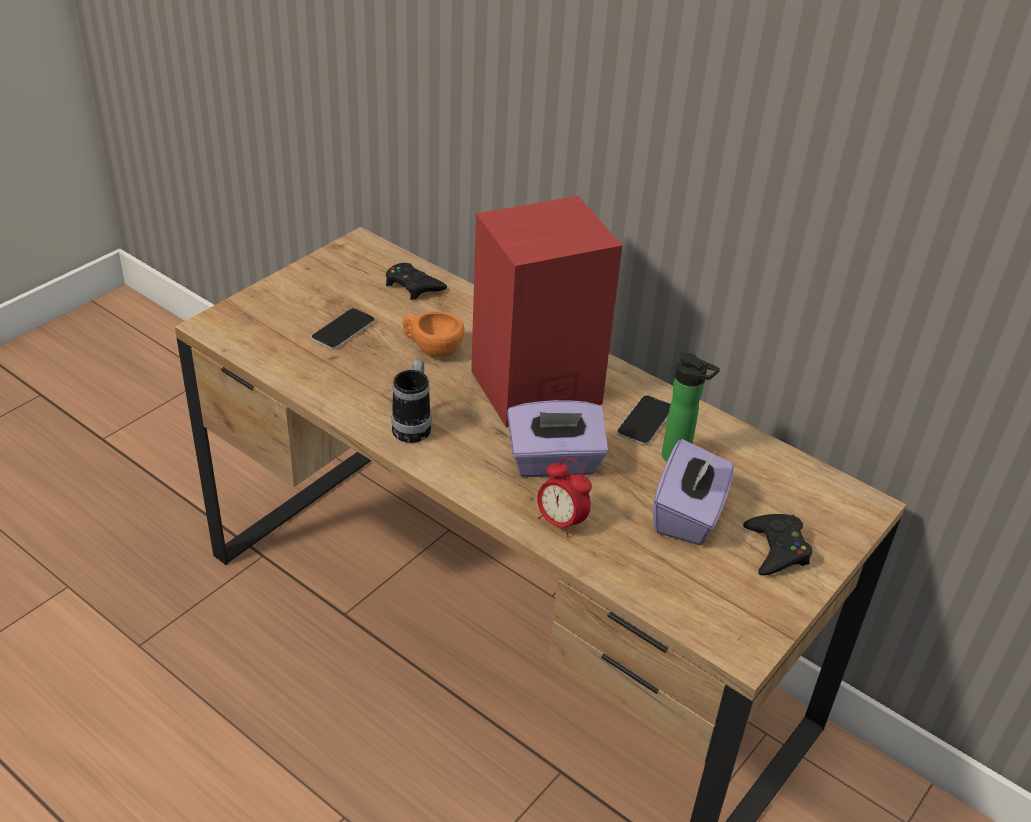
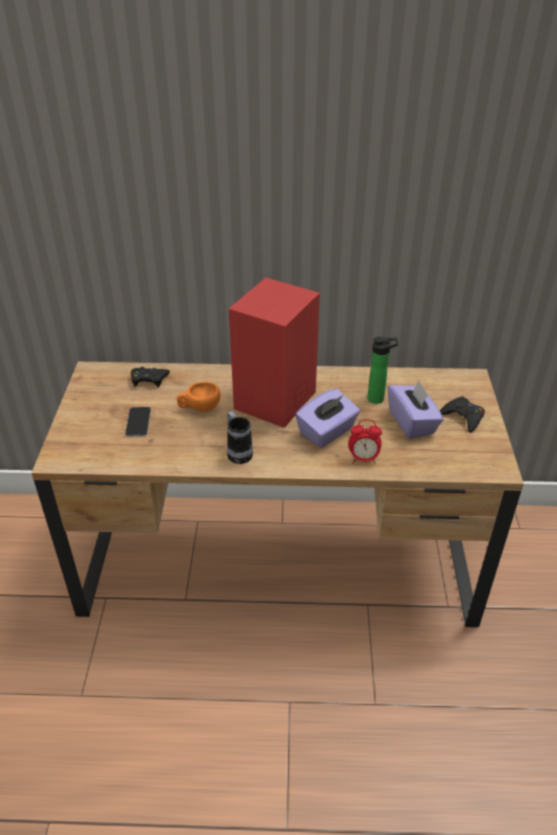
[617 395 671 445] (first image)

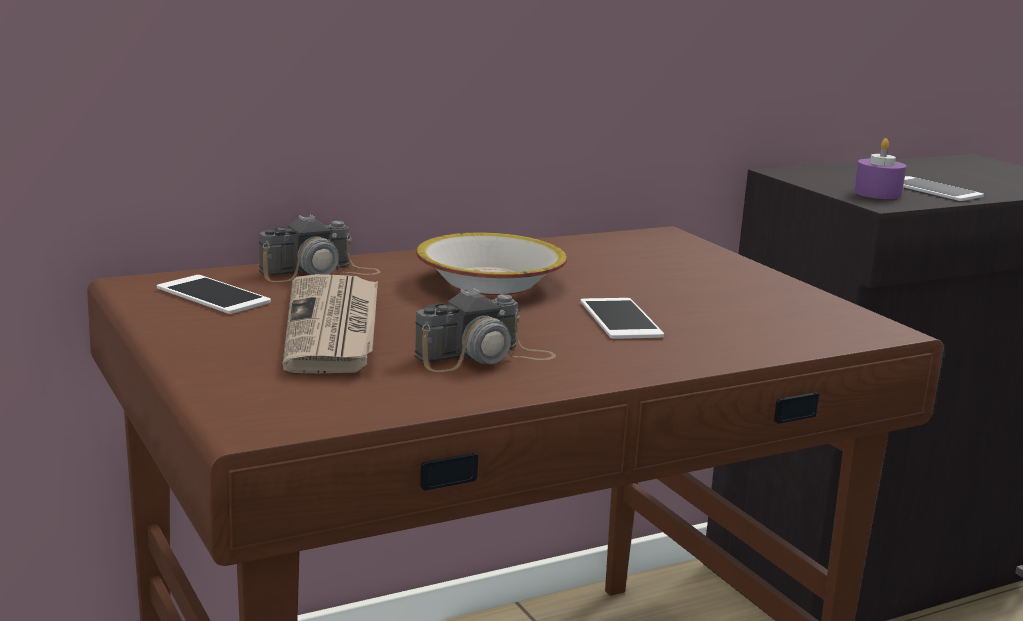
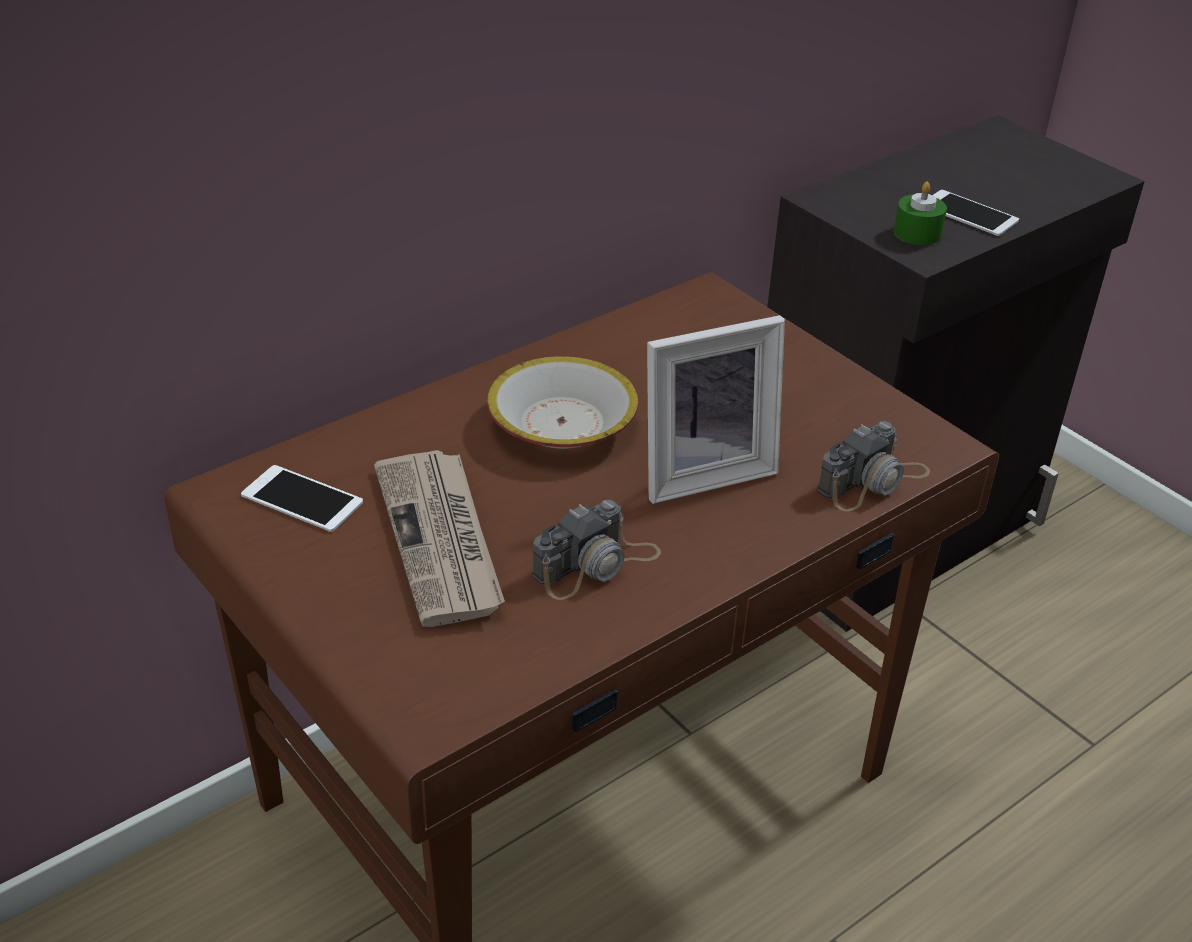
[817 421 930 511]
[647 315 785 504]
[894 182 947 245]

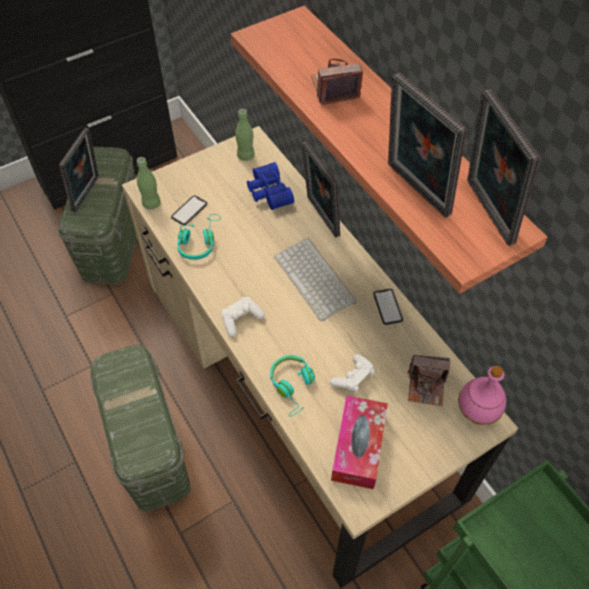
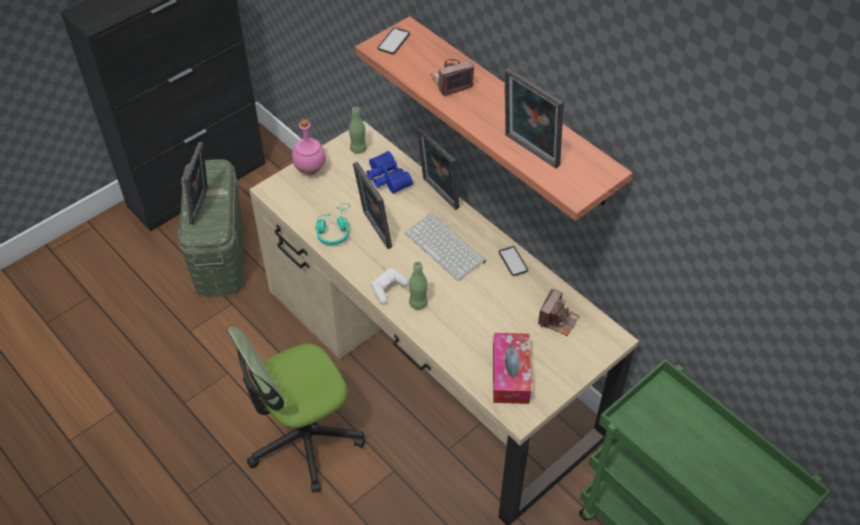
[270 355 315 416] (first image)
[330 354 375 393] (first image)
[409 261 428 310]
[377 27 410 54]
[292 119 326 175]
[353 162 392 249]
[227 326 365 493]
[538 288 580 336]

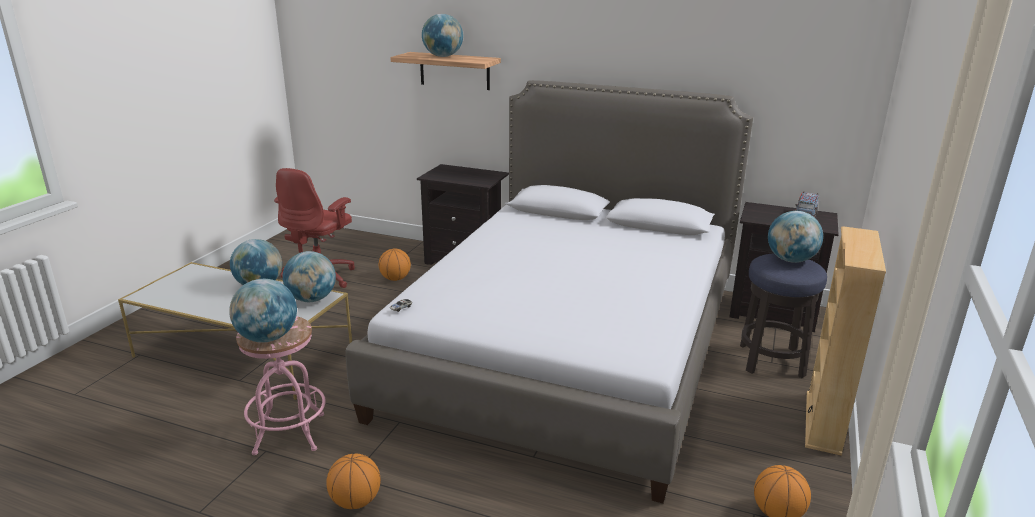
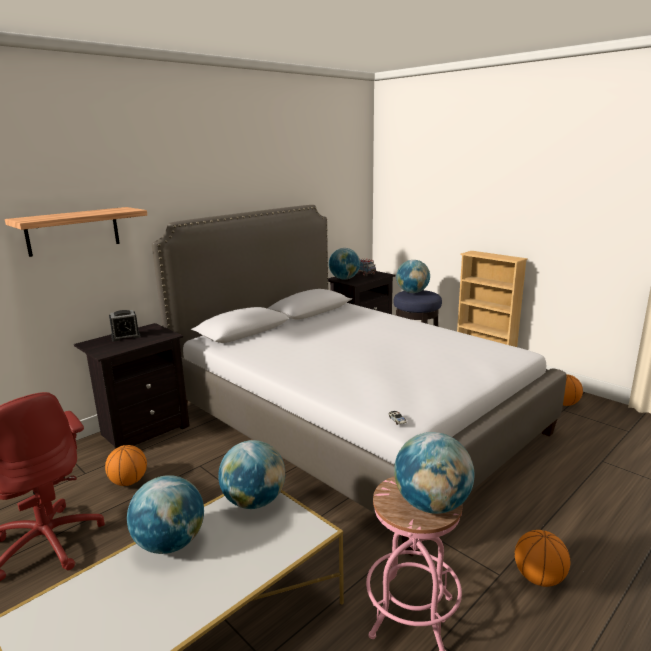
[109 310 140 342]
[329 248 360 279]

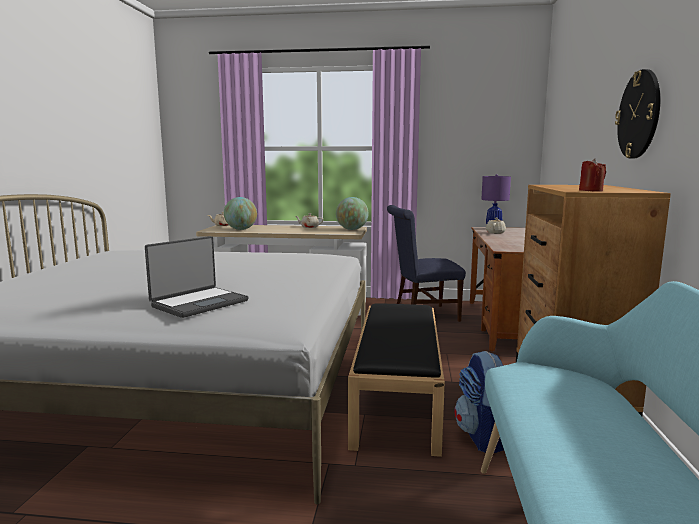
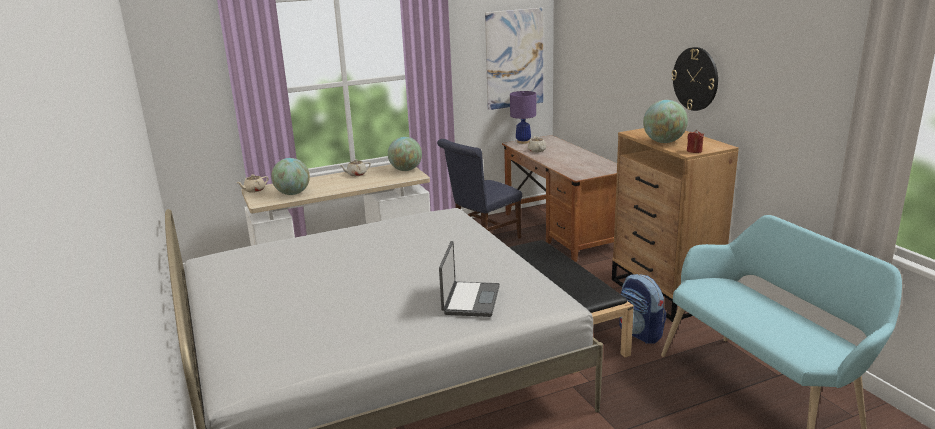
[485 8 543 110]
[643 100 688 143]

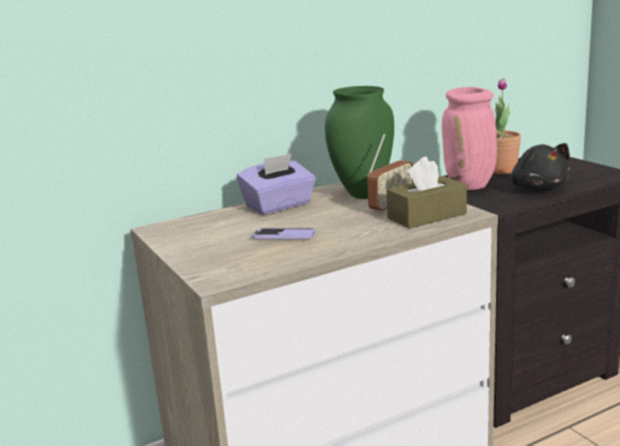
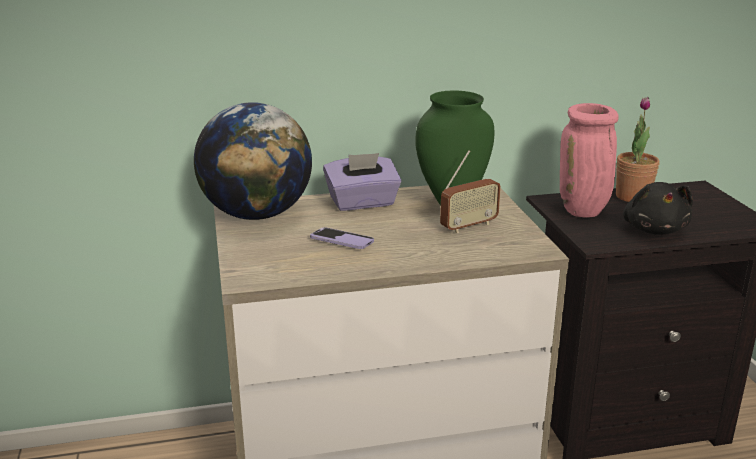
[387 156 467 229] (first image)
[194 102 312 220]

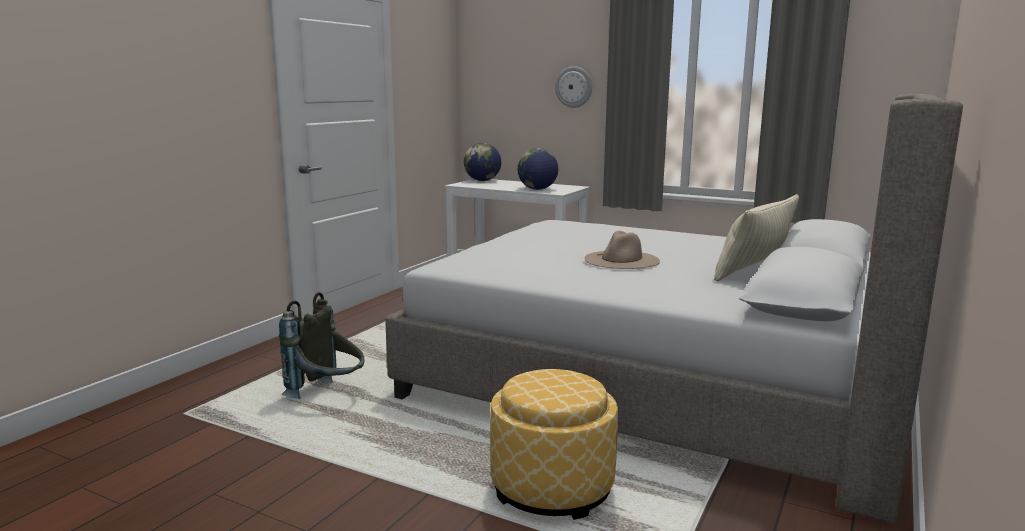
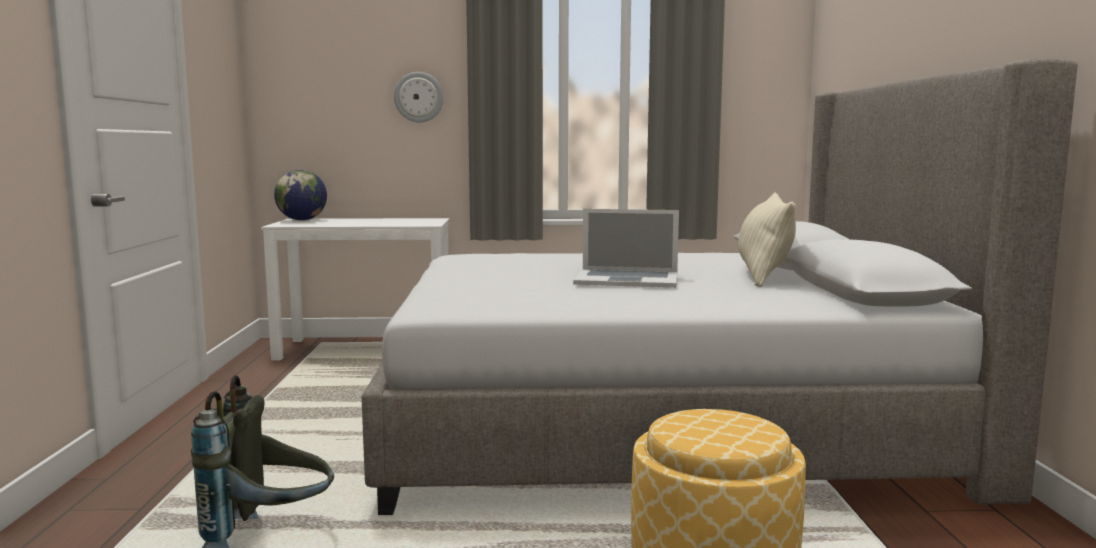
[518 148 558 190] (first image)
[573 209 679 288]

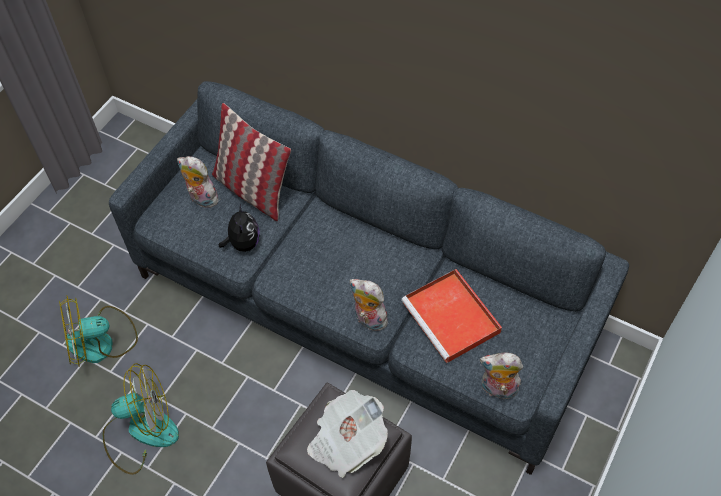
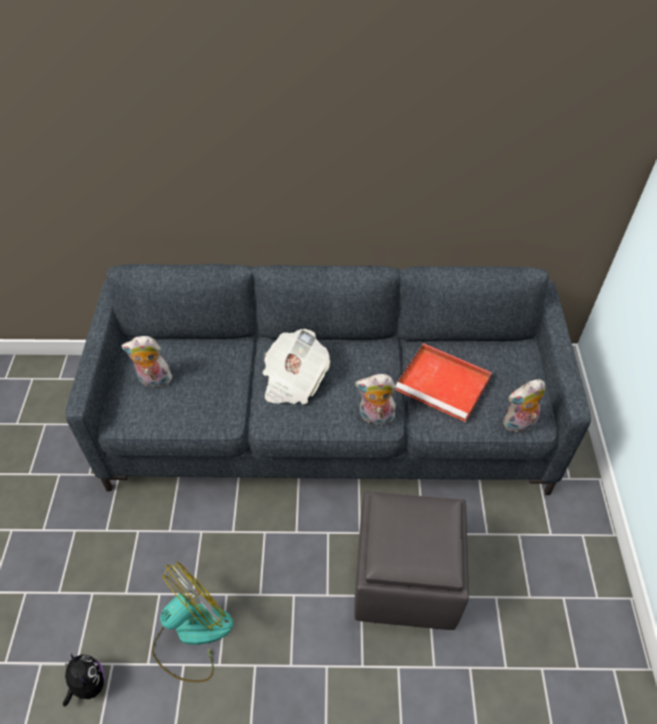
[59 296 138 367] (first image)
[212 103 291 221] (first image)
[63 653 105 707]
[263 329 330 404]

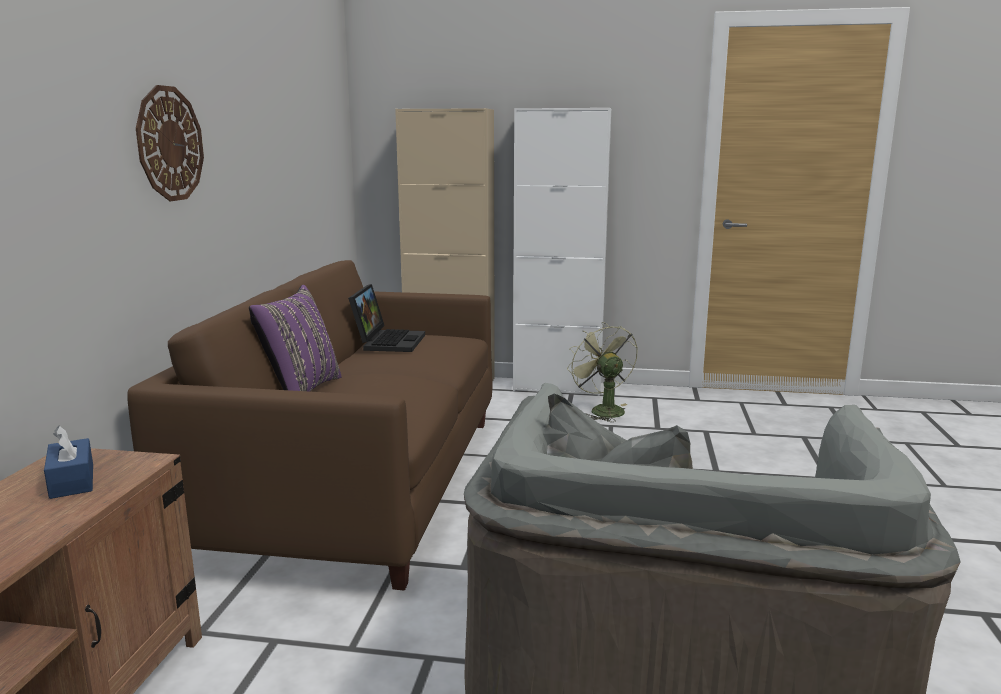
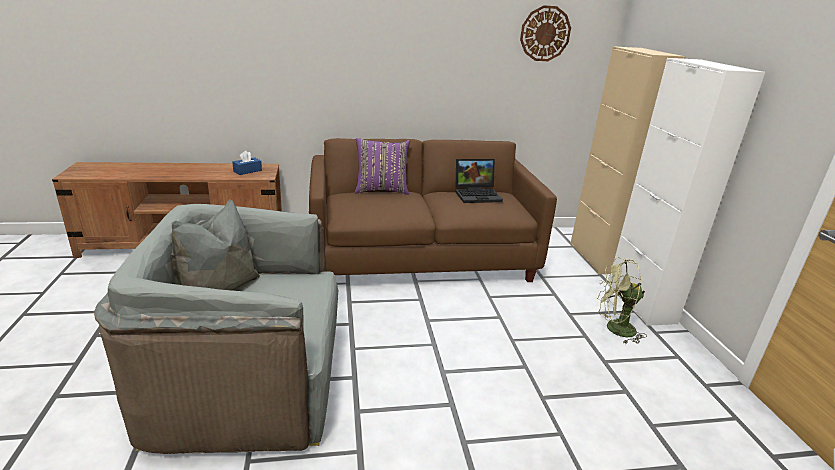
[520 5 571 61]
[597 257 647 344]

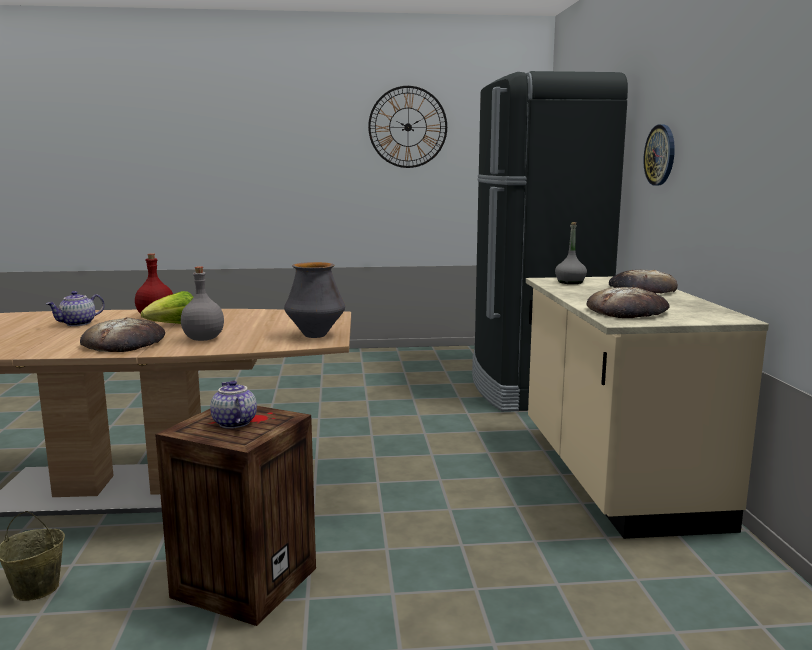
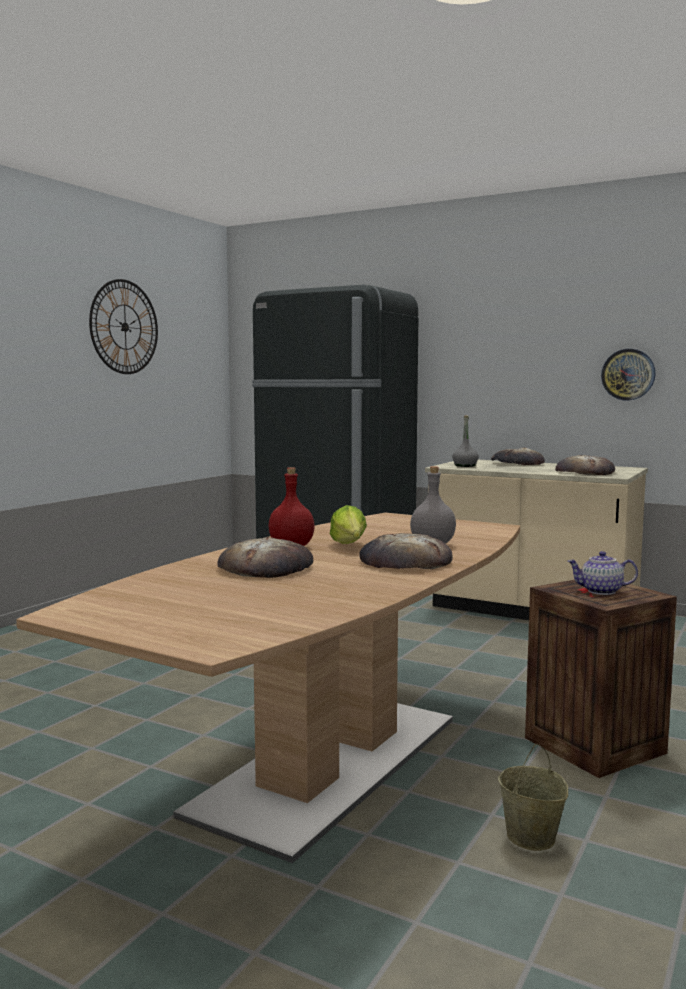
[284 262 345 338] (first image)
[601 349 656 400]
[218 537 313 578]

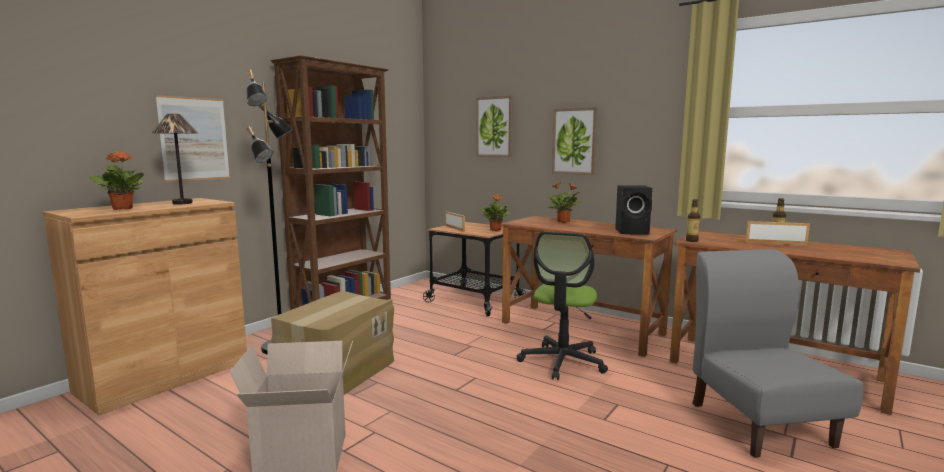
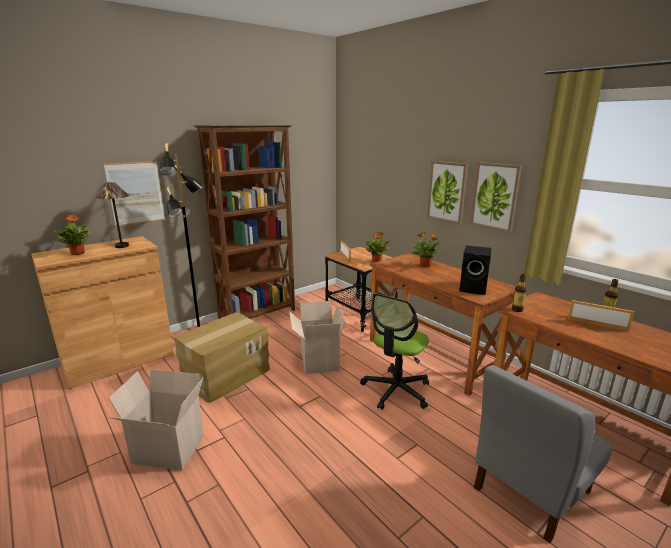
[289 301 346 374]
[471 162 522 233]
[473 365 612 543]

